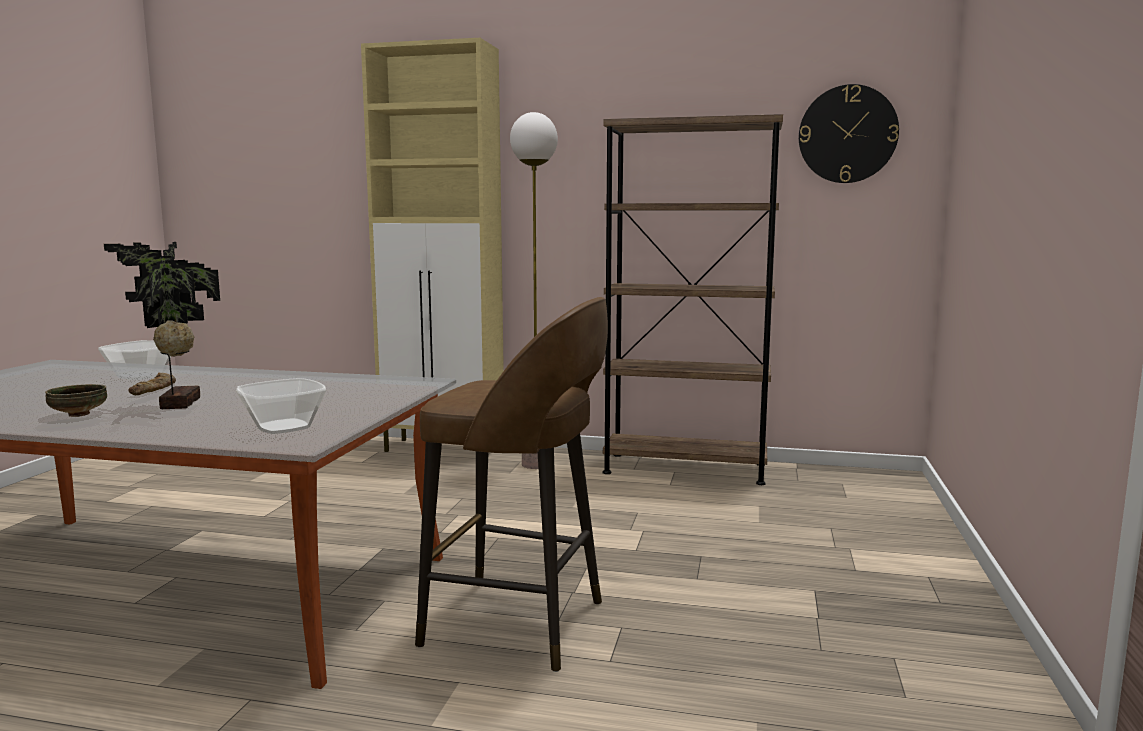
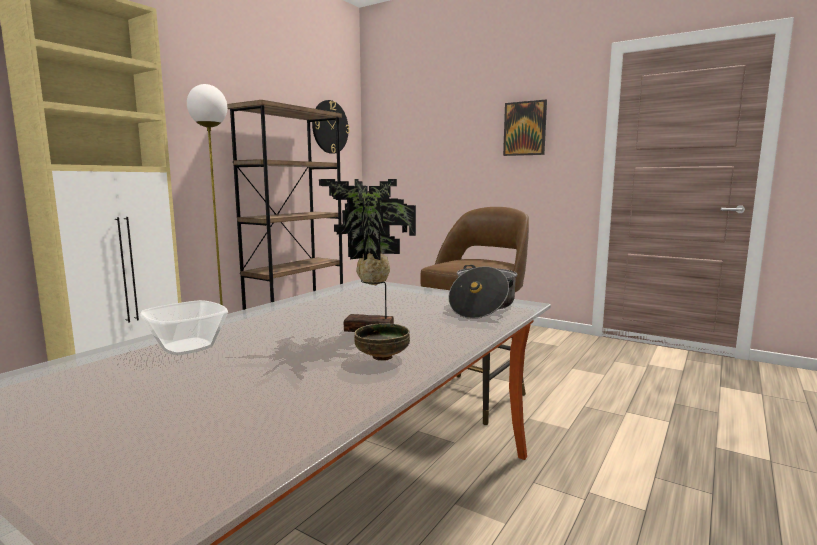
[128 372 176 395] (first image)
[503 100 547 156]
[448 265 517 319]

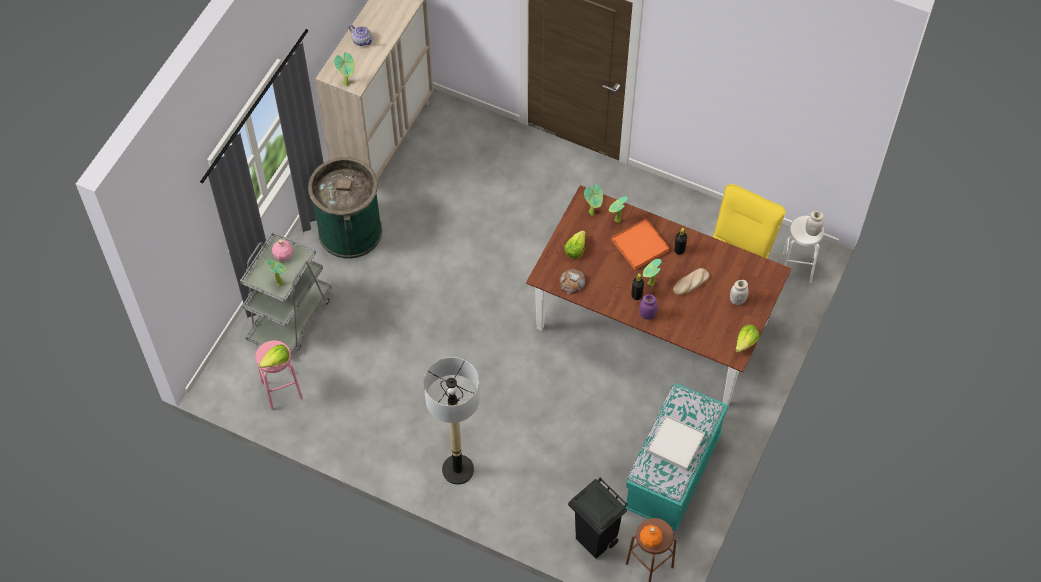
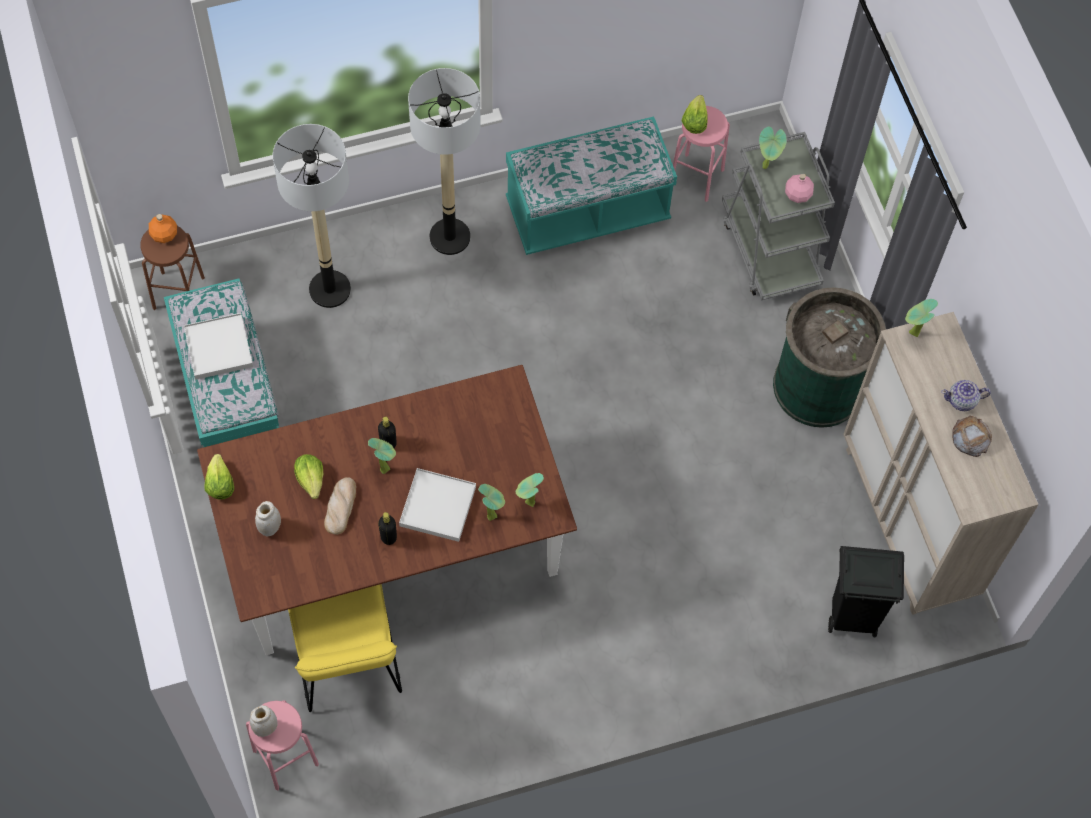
[639 294 658 320] (first image)
[272 124 351 308]
[506 117 677 255]
[952 415 992 457]
[294 454 323 499]
[828 546 904 637]
[399 468 476 542]
[246 700 319 790]

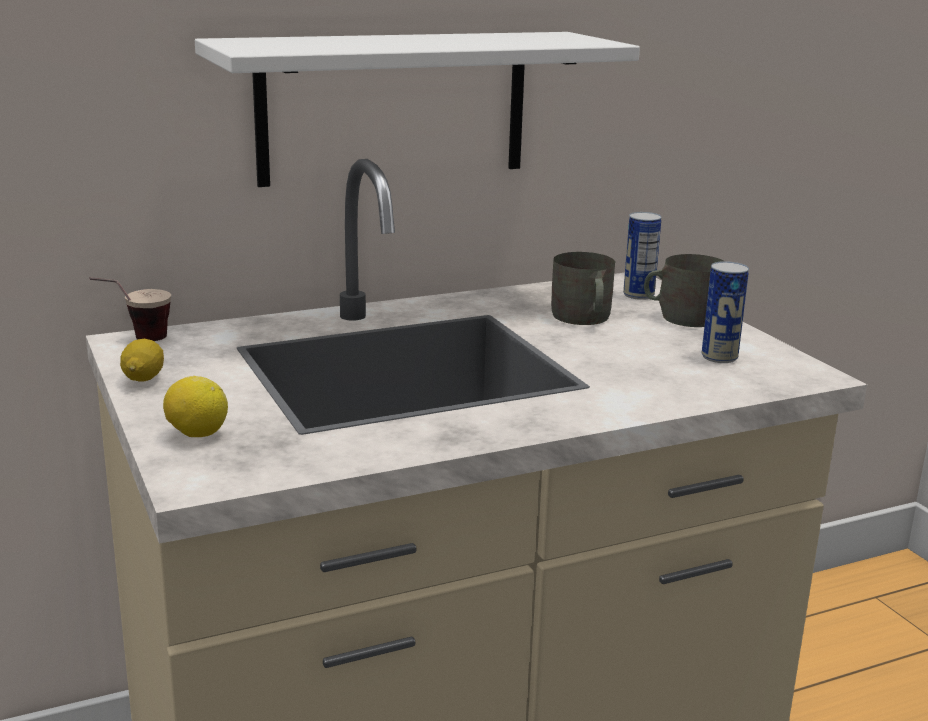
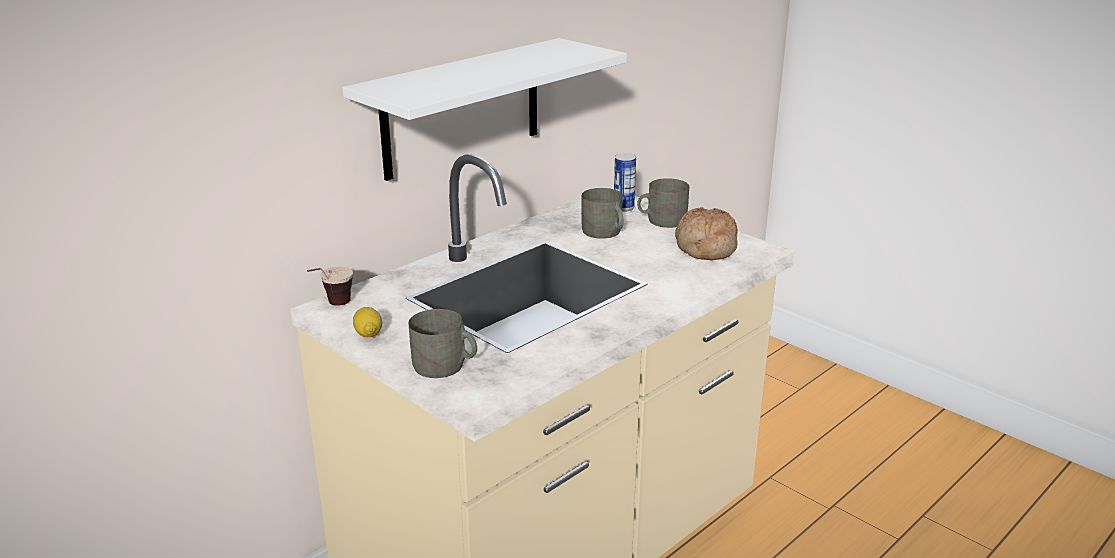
[408 309 477 378]
[675 207 738 260]

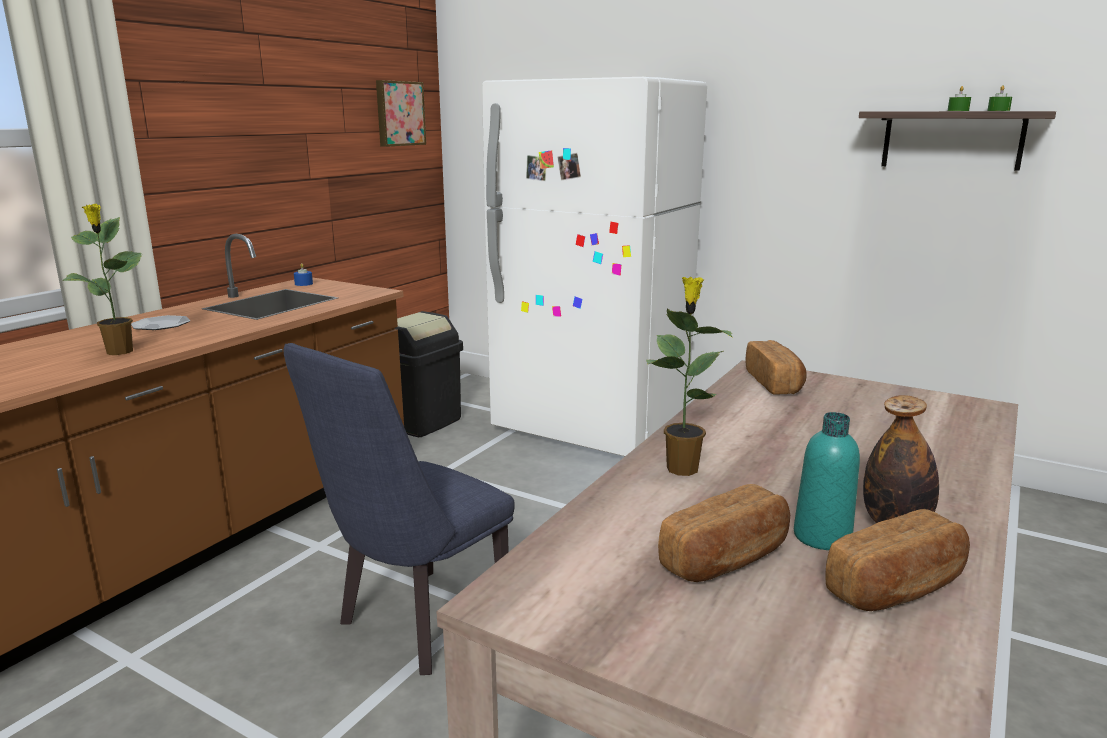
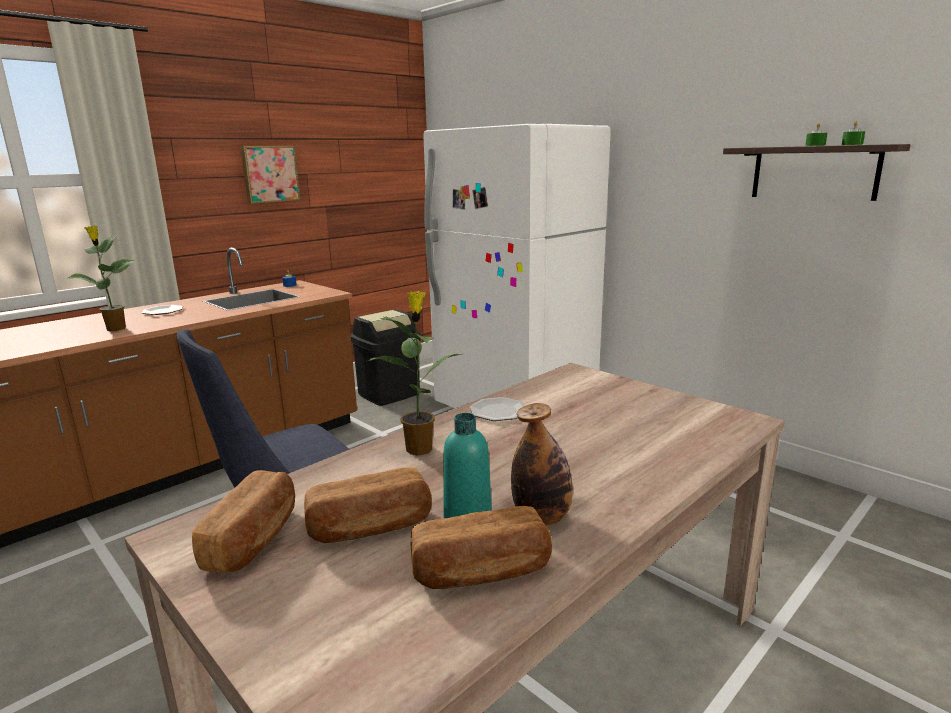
[470 397 525 421]
[240 146 301 204]
[192 470 295 573]

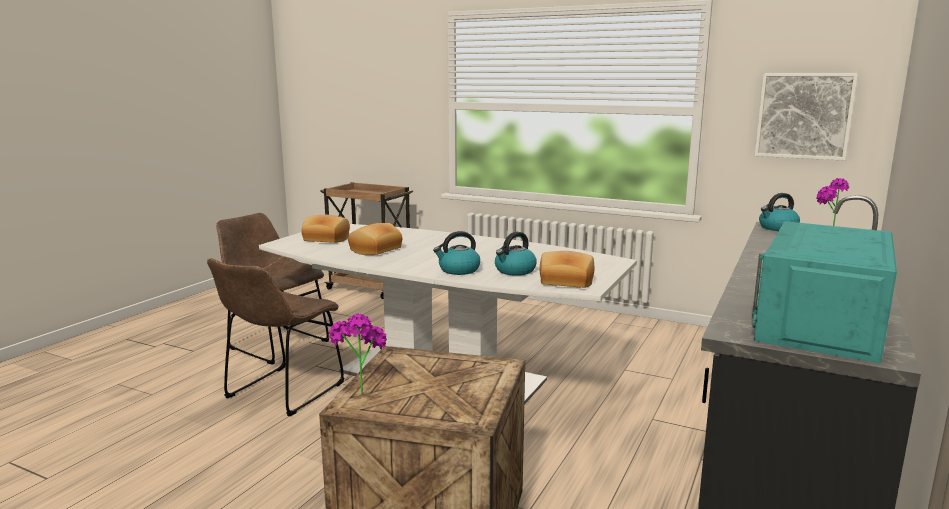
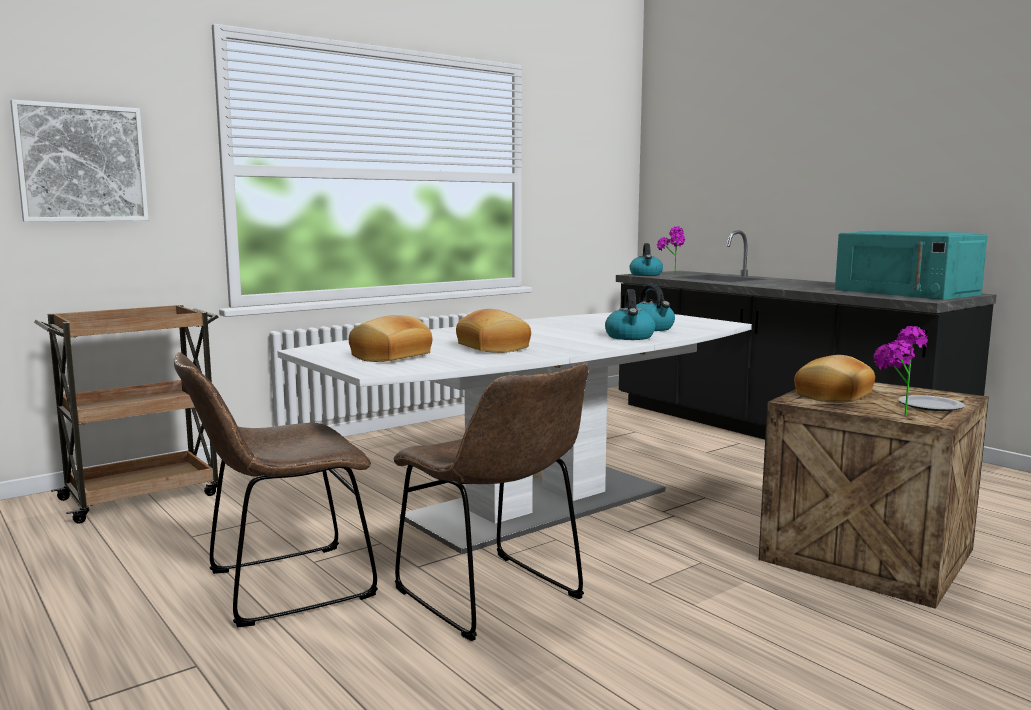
[898 395 965 411]
[794 355 875 402]
[10 100 149 222]

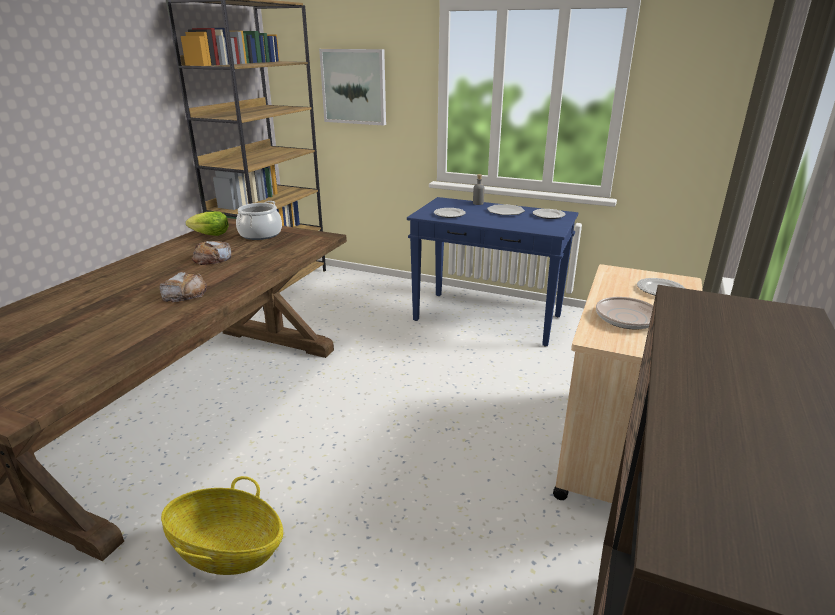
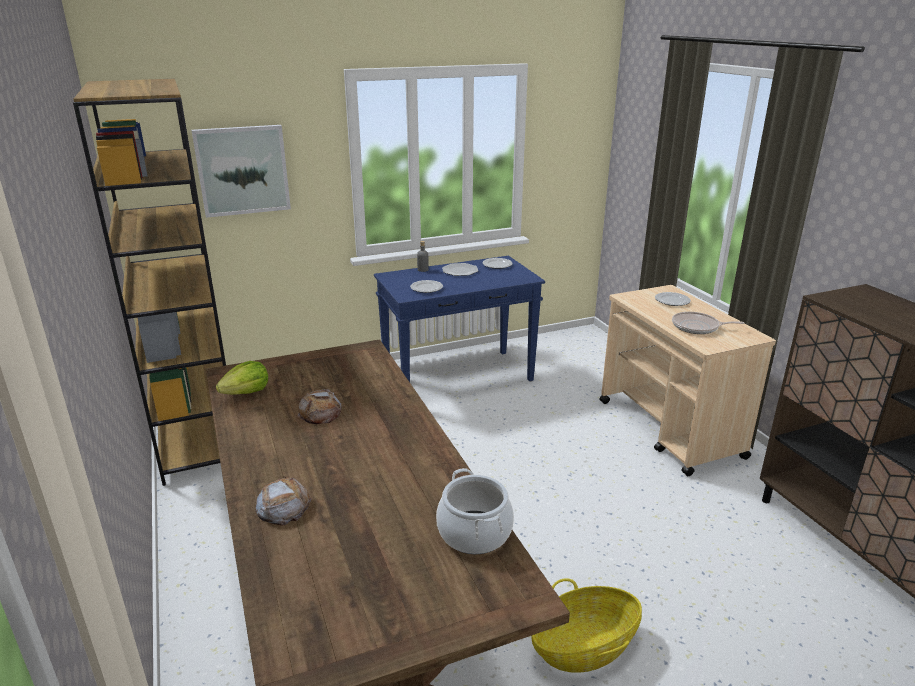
[255 476 312 526]
[436 468 514 554]

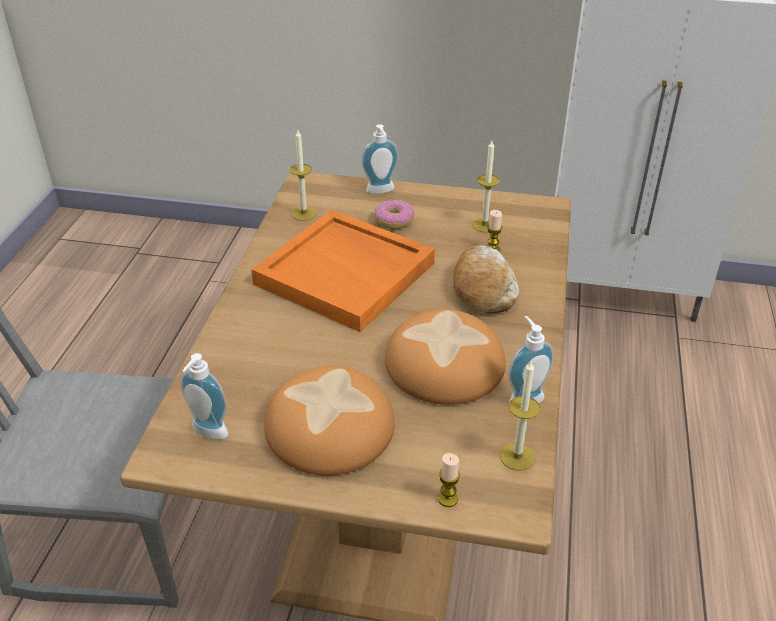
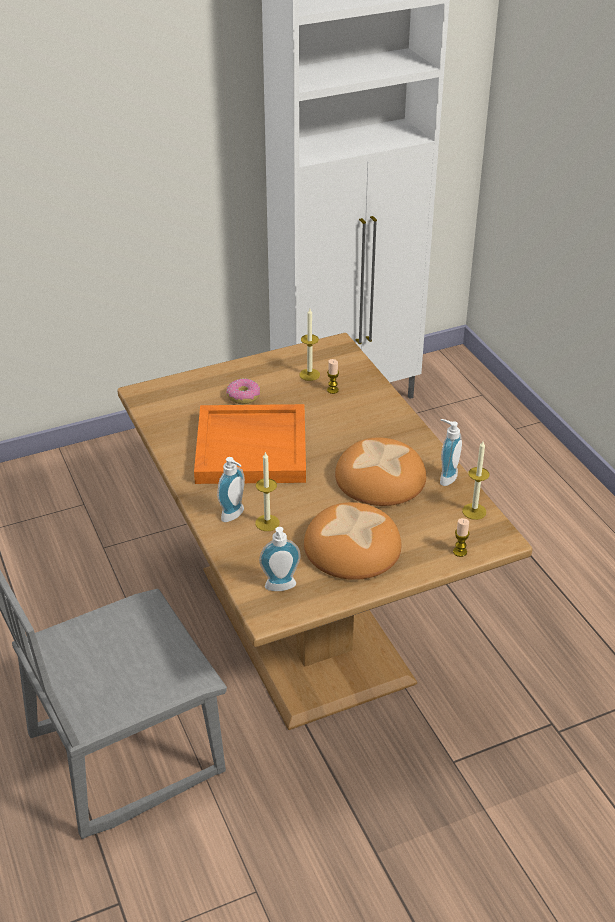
[453 245 519 314] (first image)
[255 451 280 531]
[217 457 245 522]

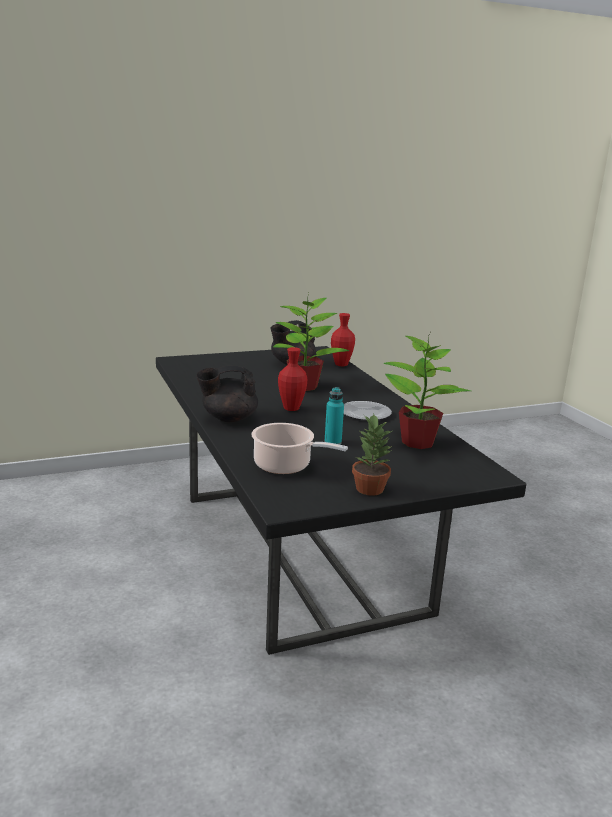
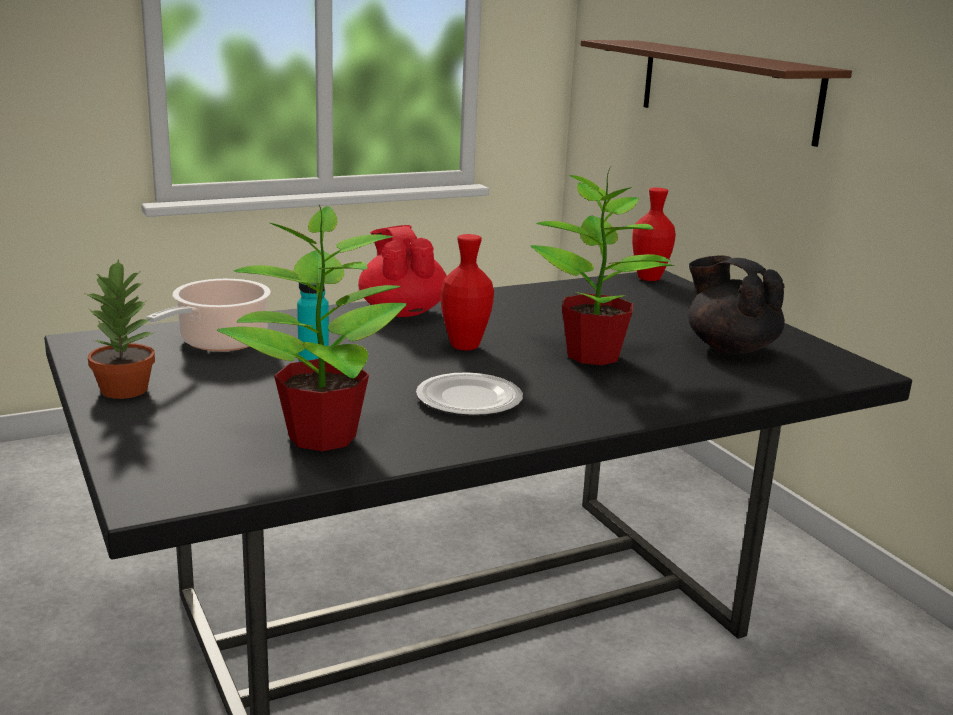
[581 40 852 147]
[632 188 676 281]
[358 225 447 317]

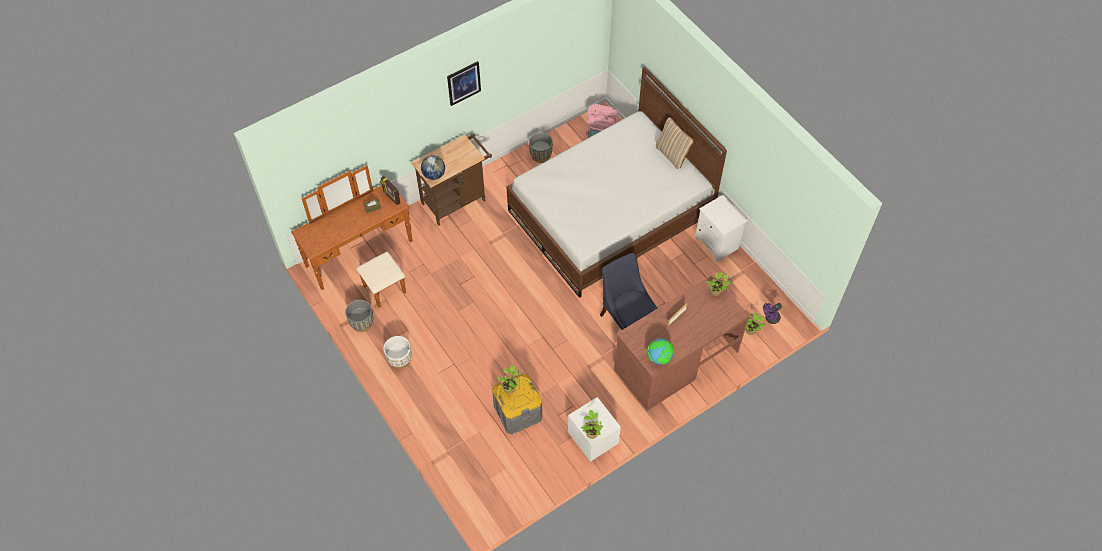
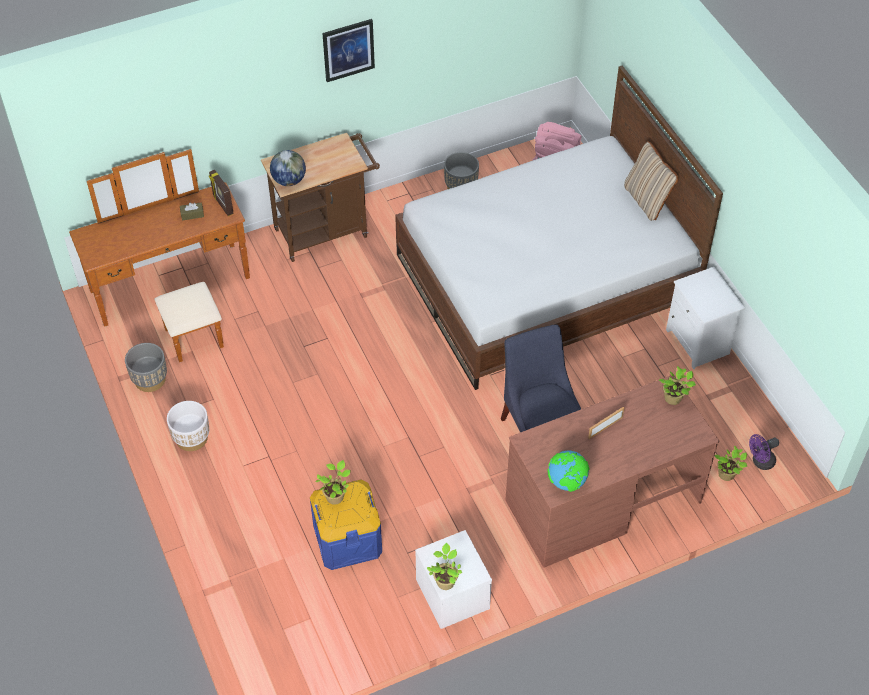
[310 480 382 570]

